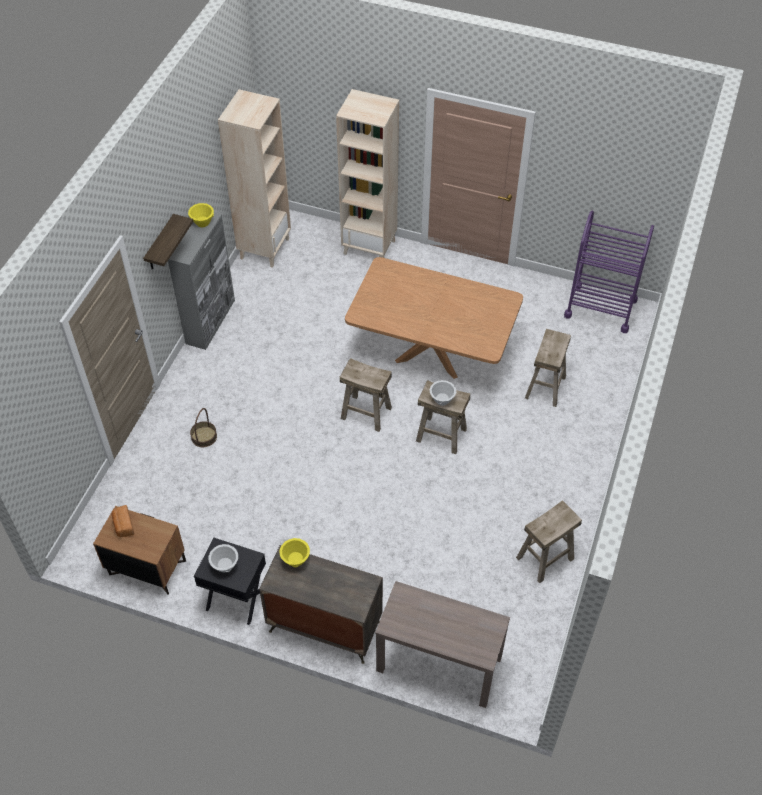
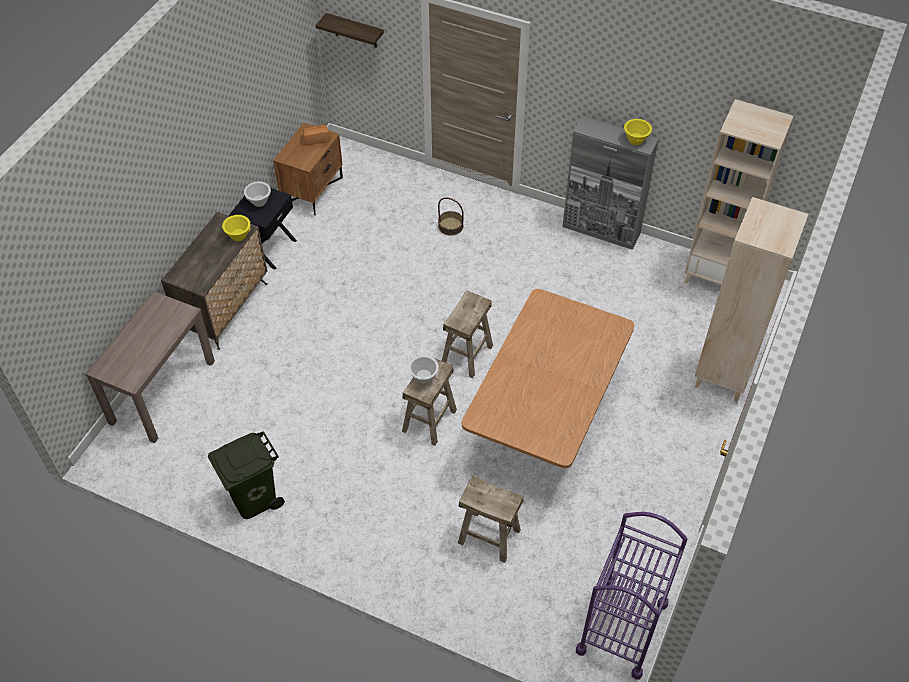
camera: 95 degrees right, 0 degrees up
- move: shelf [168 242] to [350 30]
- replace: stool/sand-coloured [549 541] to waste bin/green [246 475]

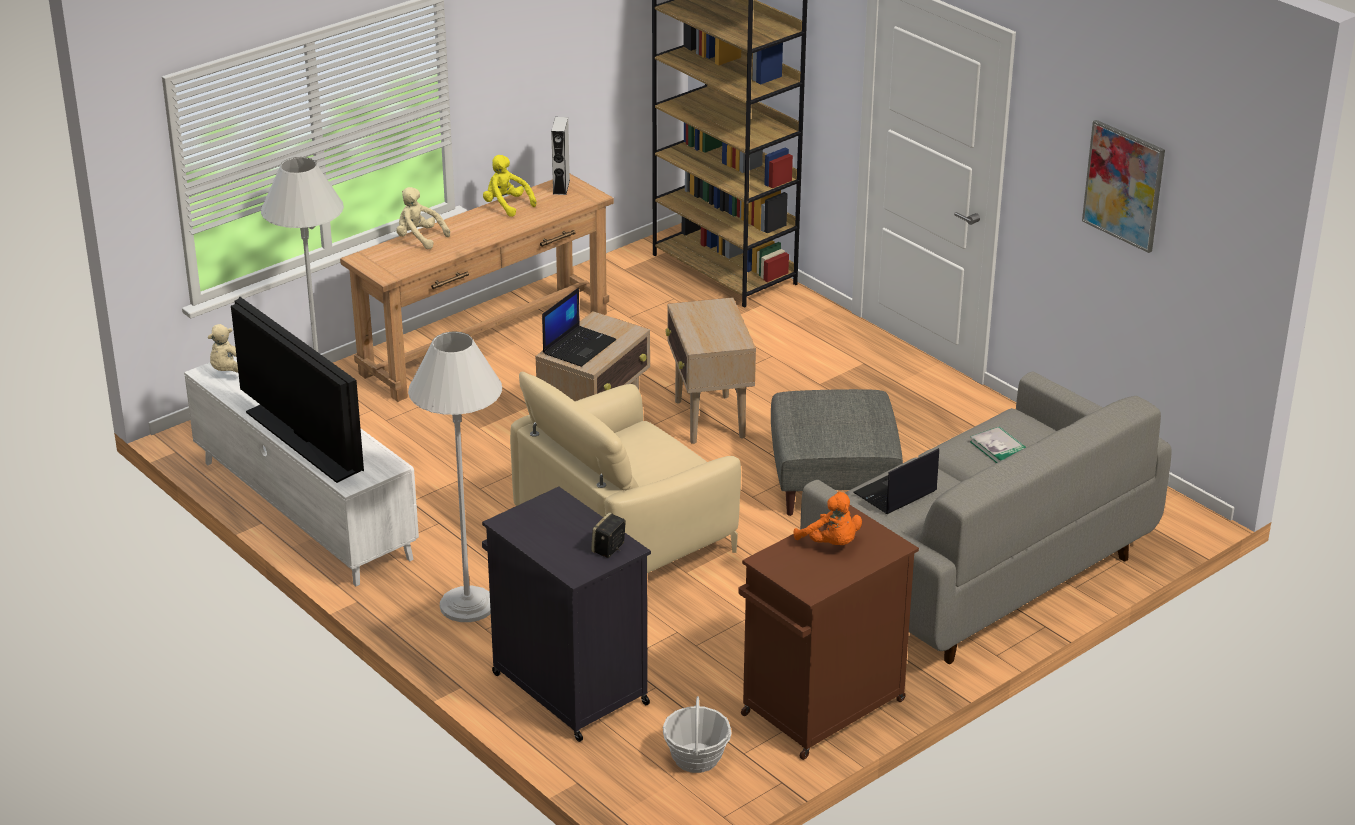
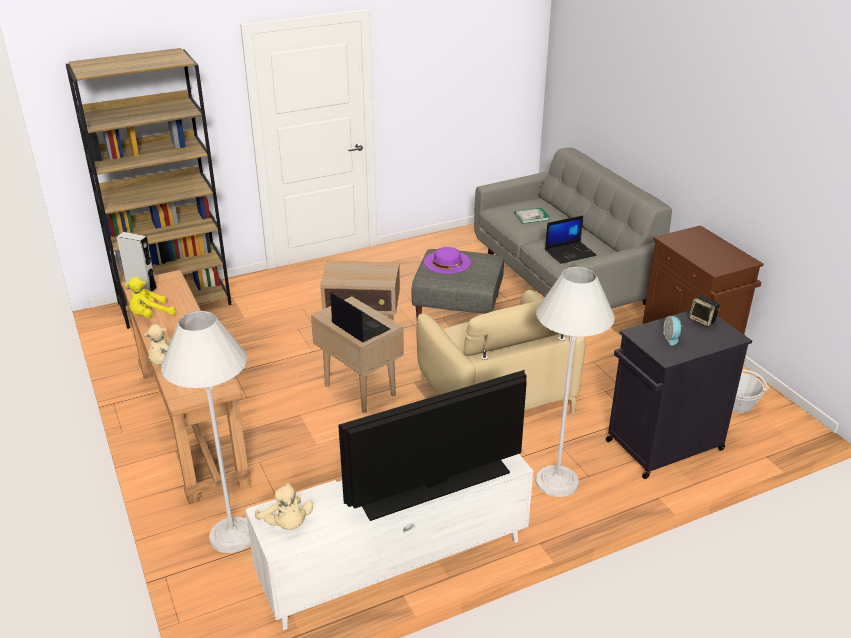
camera: 75 degrees left, 0 degrees up
- delete: soft toy/orange-coloured [827 518]
- rotate: notebook computer [896 481] = [571 240] 90 degrees counterclockwise
- delete: wall picture [1123 186]
- insert: hat/purple [447 260]
- insert: bedside clock [673 330]

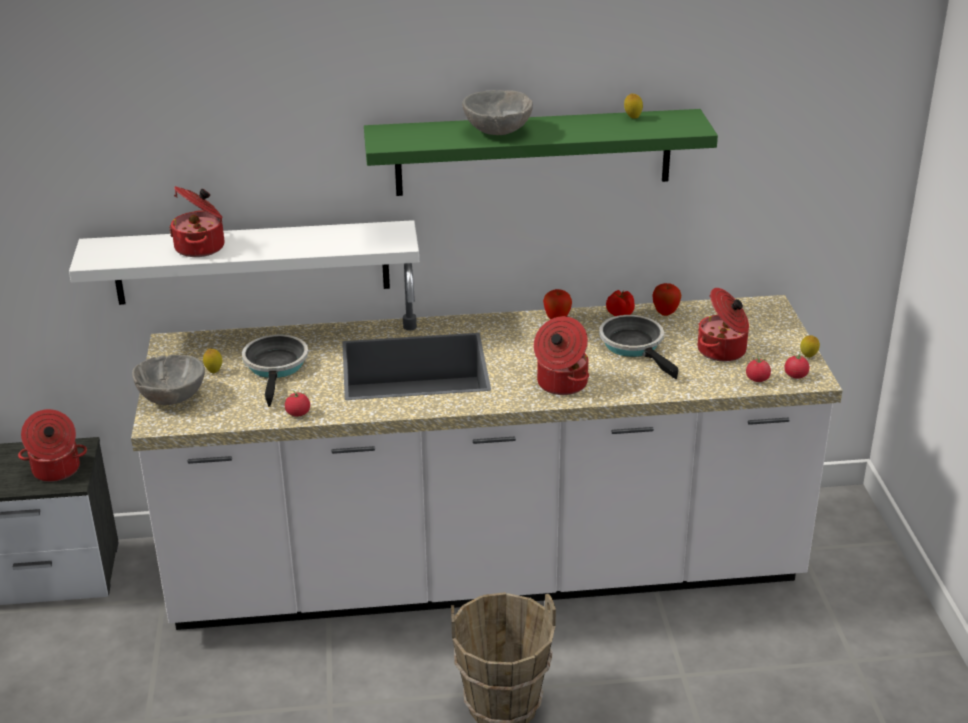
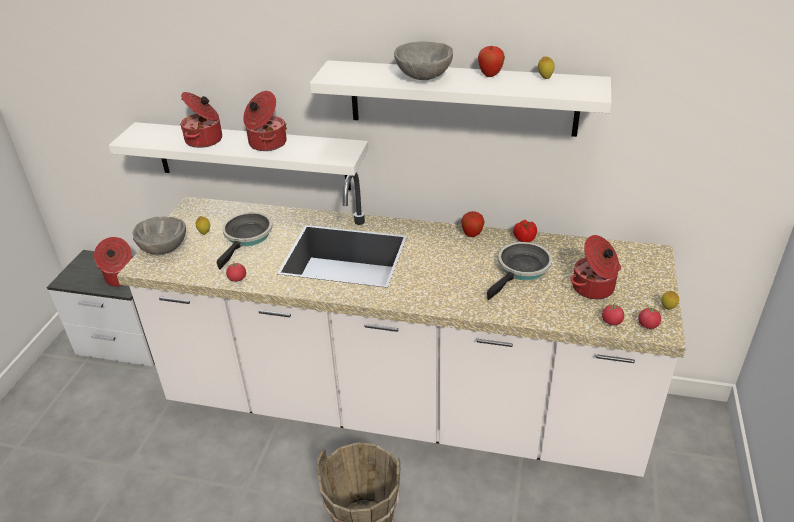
camera: 20 degrees right, 5 degrees up
- recolor: shelf/green [541 152] to shelf/whitish [461 98]
- move: cooking pot [561 355] to [265 121]
- rotate: pan [639 347] = [519 271] 45 degrees clockwise
- move: whole apple [666 299] to [491 61]

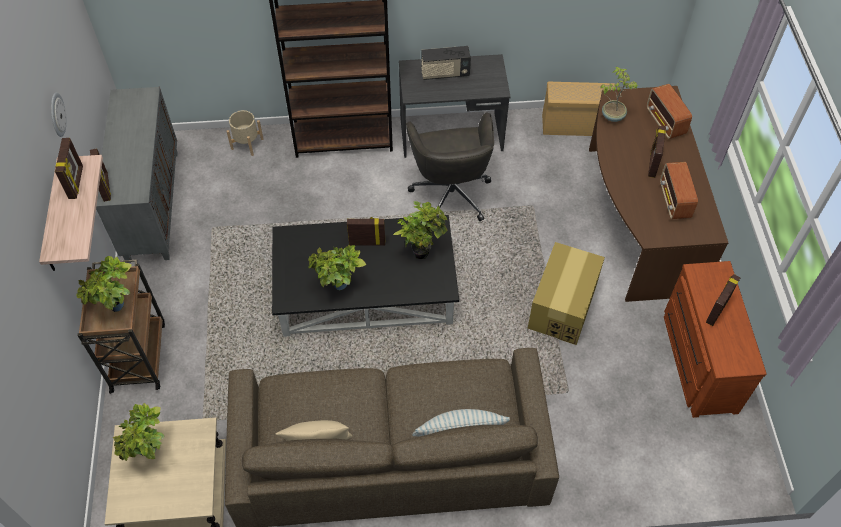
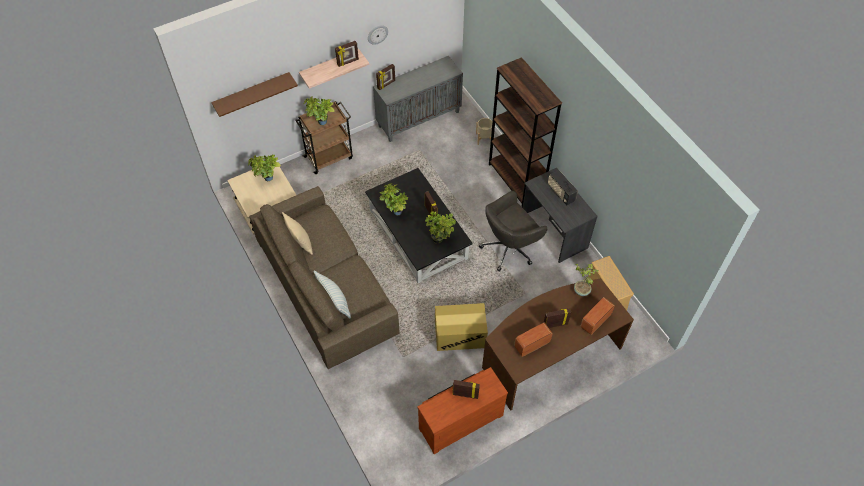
camera: 65 degrees right, 0 degrees up
- insert: shelf/brown-coloured [254 94]

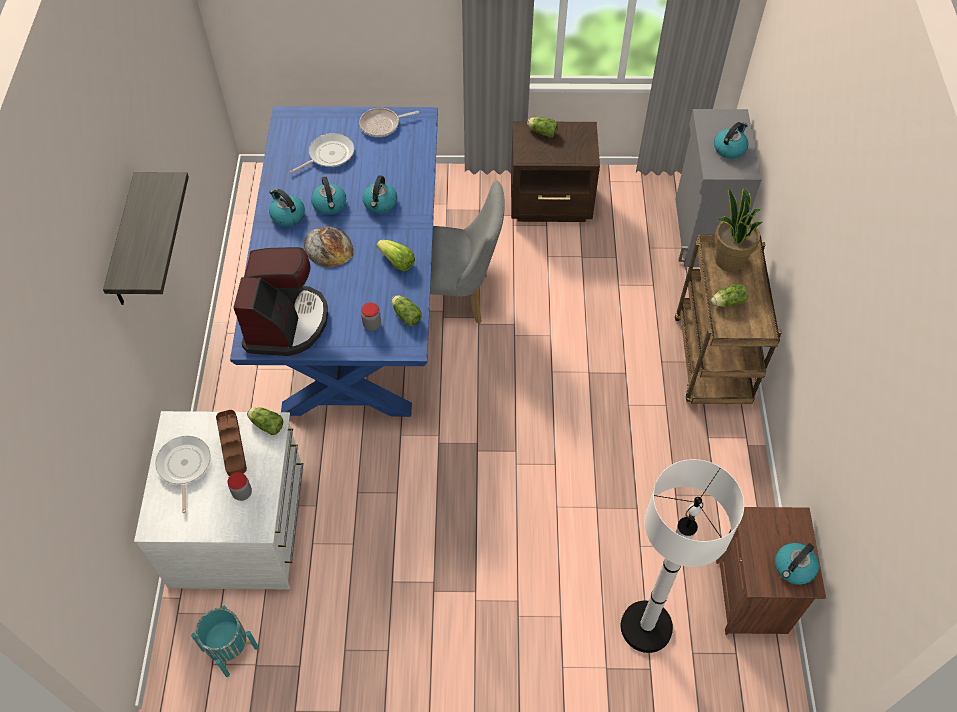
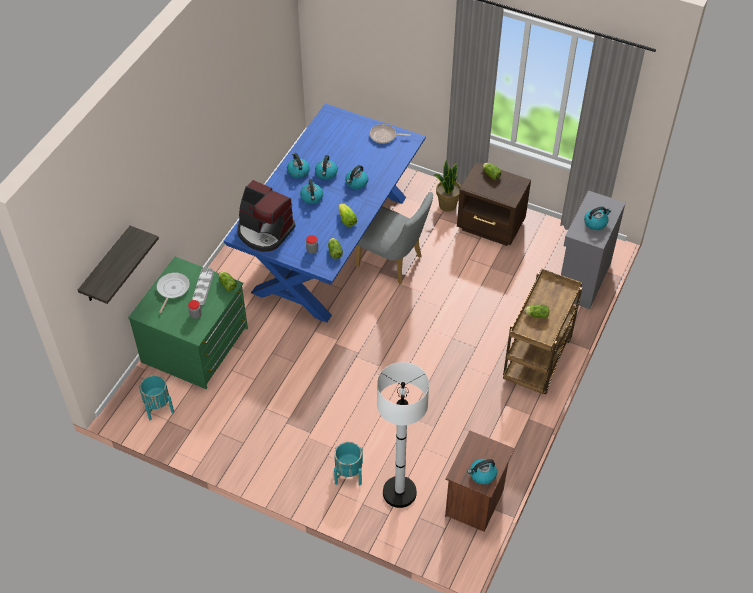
camera: 25 degrees right, 5 degrees down
- move: shelf [146 238] to [118 265]
- recolor: dresser/whitish [219 500] to dresser/green [188 323]
- recolor: tray/brown-coloured [231 443] to tray/grey [203 286]
- rotate: coffee brewer [280 301] = [266 216] 90 degrees clockwise
- delete: pan [322 153]
- replace: baked bread [328 247] to kettle [311 191]
- move: potted plant [739 230] to [447 185]
- insert: planter/blue-green [348 463]

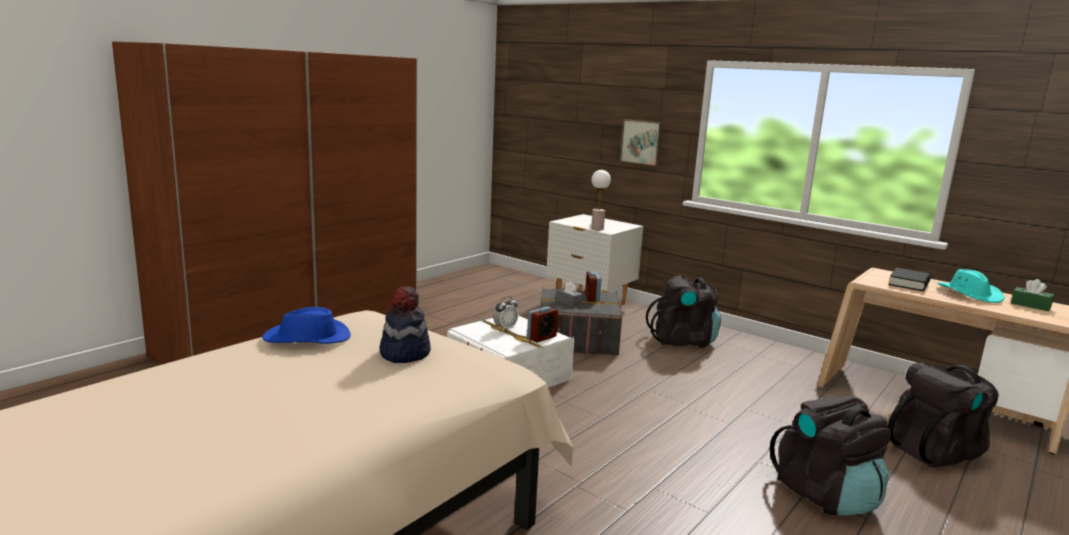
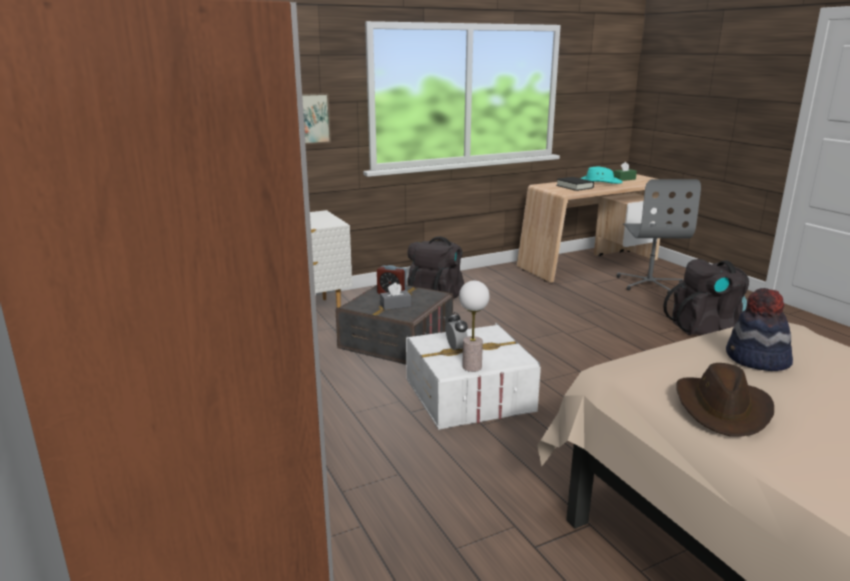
camera: 65 degrees left, 5 degrees up
- recolor: hat/blue [306 325] to hat/brown-coloured [725 400]
- delete: bedside clock [542 324]
- move: table lamp [601 200] to [474 326]
- replace: rucksack/black-coloured [943 415] to office chair/grey [658 236]

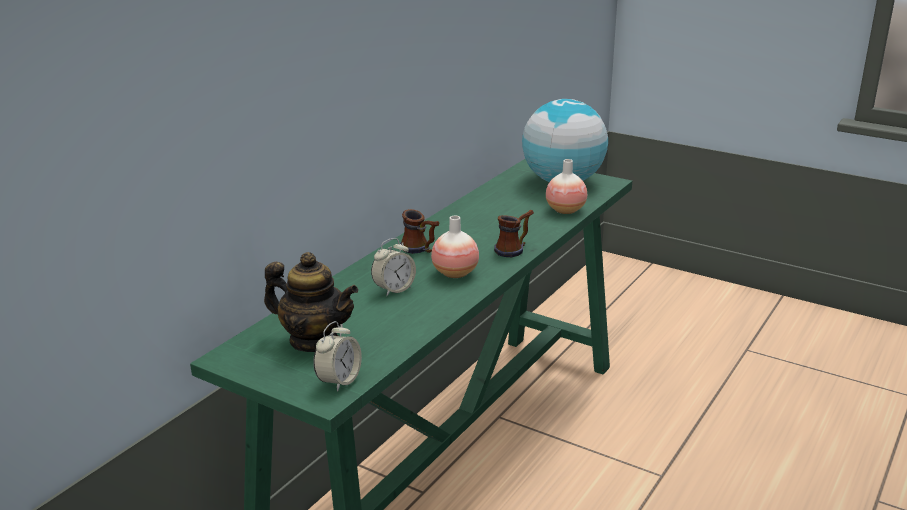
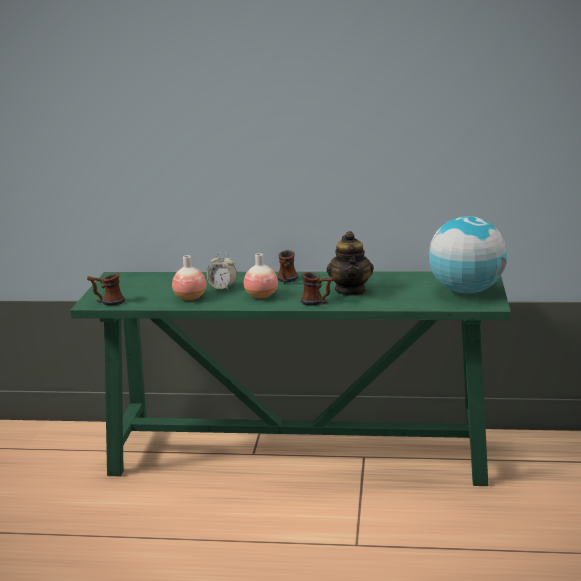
camera: 65 degrees right, 5 degrees down
- move: tea pot [311 302] to [350 263]
- replace: bedside clock [337 356] to tea mug [106 289]
- move: decorative vase [566 186] to [189 278]

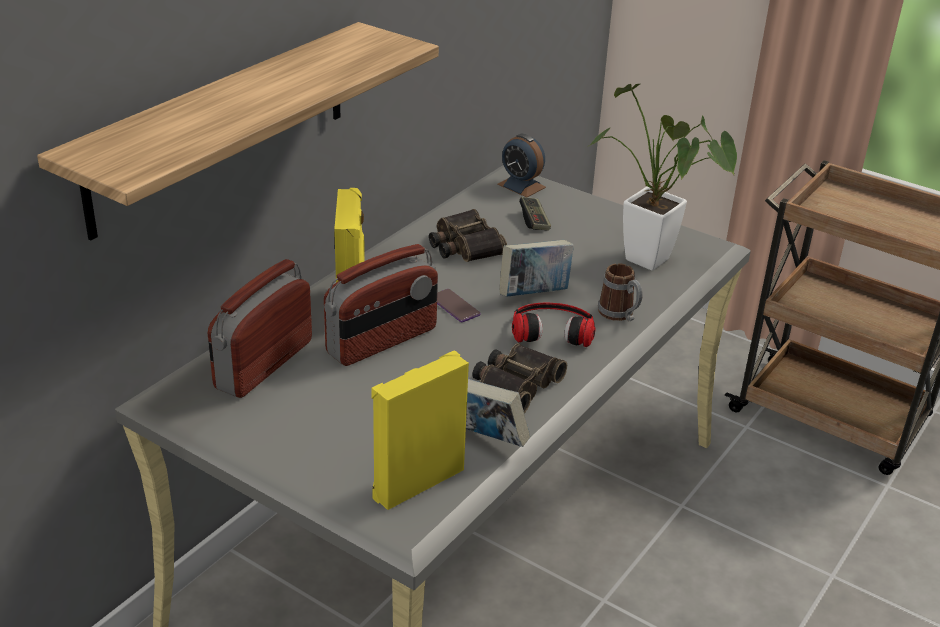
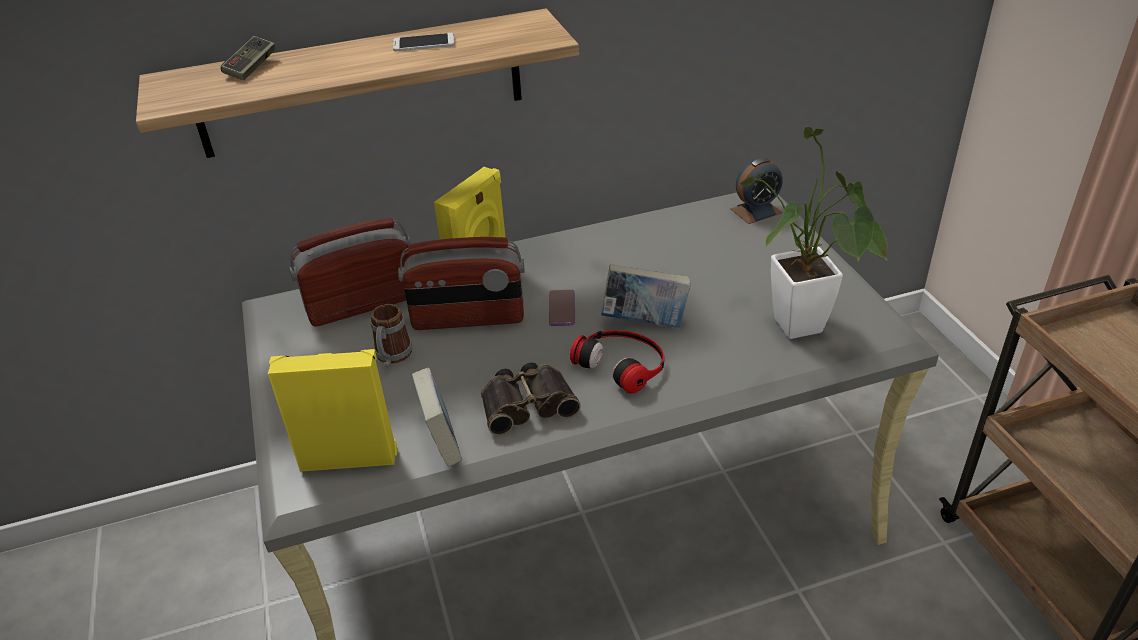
camera: 40 degrees right, 5 degrees up
- delete: pair of binoculars [468 235]
- rotate: bedside clock [521 165] = [757 191] 105 degrees counterclockwise
- move: game controller [535 214] to [248 58]
- move: tea mug [620 292] to [391 335]
- insert: telephone [424 42]

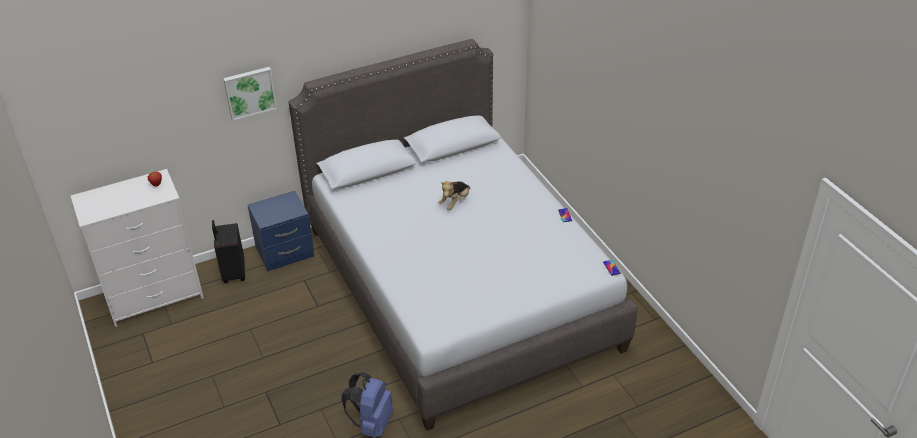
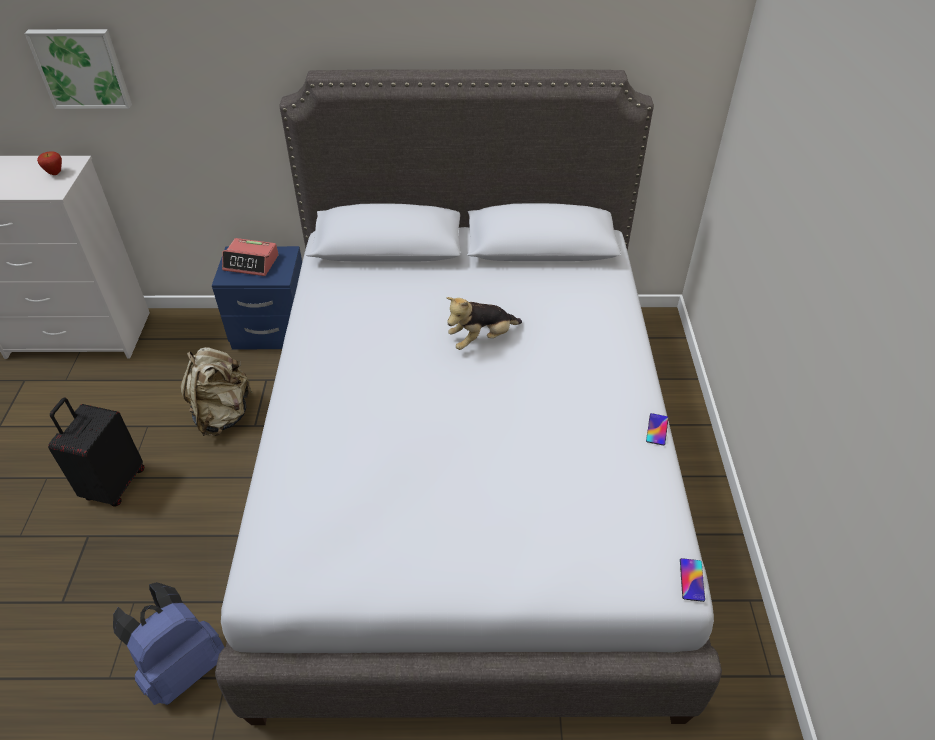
camera: 25 degrees right, 5 degrees up
- move: suitcase/black-coloured [228 251] to [96 452]
- move: wall picture [250 94] to [78 69]
- insert: rucksack/sand-coloured [216 391]
- insert: bedside clock [250 257]

